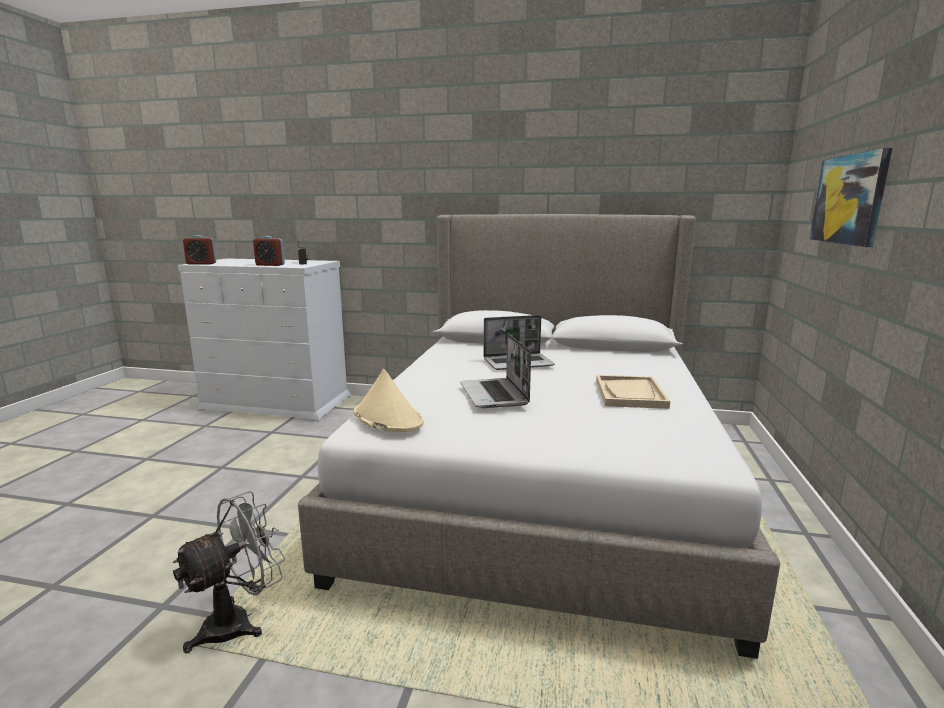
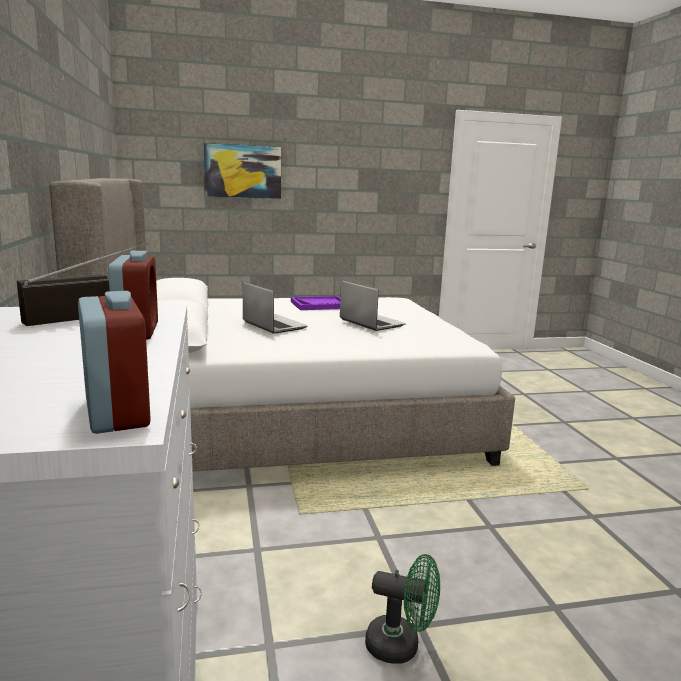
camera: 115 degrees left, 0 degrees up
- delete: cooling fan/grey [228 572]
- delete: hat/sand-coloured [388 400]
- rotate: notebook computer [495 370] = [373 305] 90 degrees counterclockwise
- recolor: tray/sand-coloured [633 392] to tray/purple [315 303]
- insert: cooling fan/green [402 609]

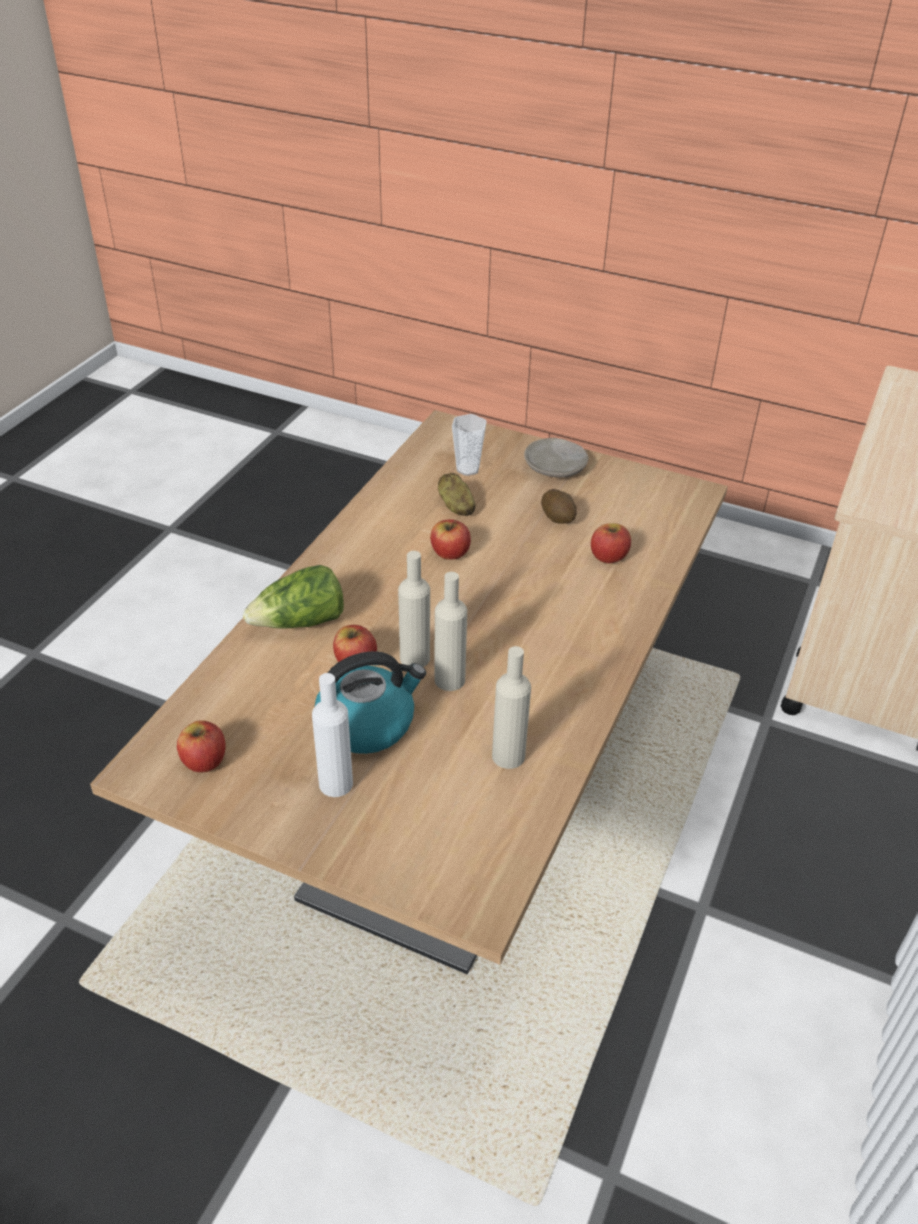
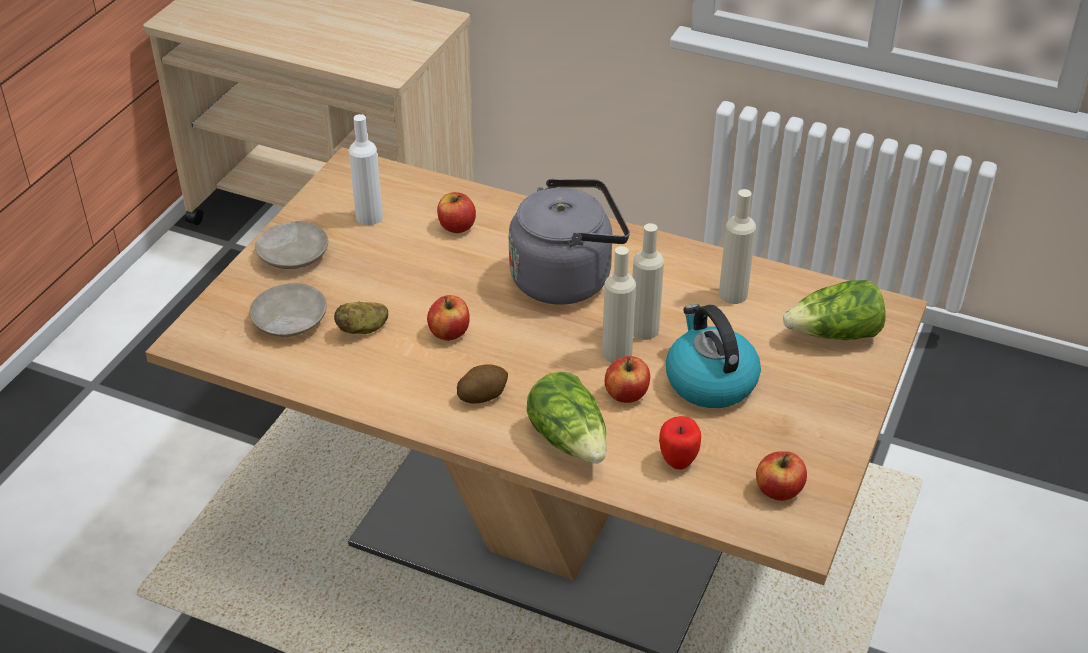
camera: 90 degrees left, 0 degrees up
- move: beverage bottle/whitish [332 735] to [366 169]
- replace: small cup [469 445] to flat dish/sand-coloured [288 310]
- move: spud [559 506] to [482 383]
- insert: kettle/grey [569 242]
- insert: whole apple [680 443]
- insert: lettuce head [834 310]

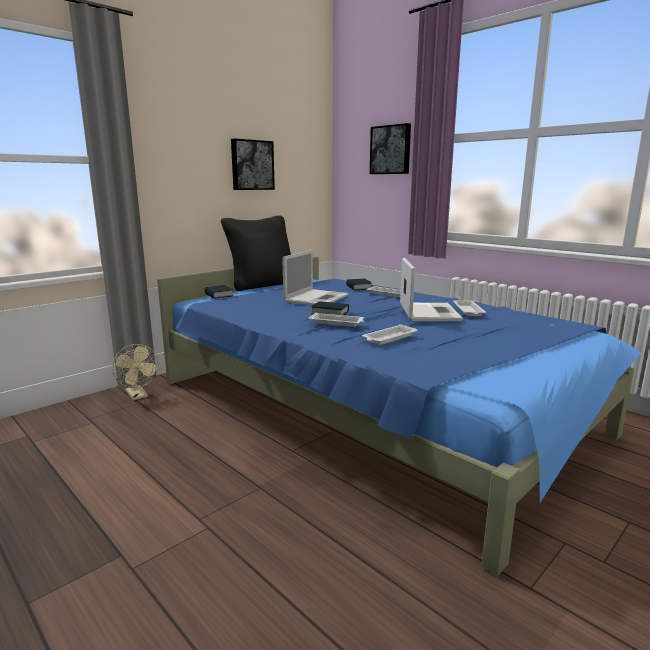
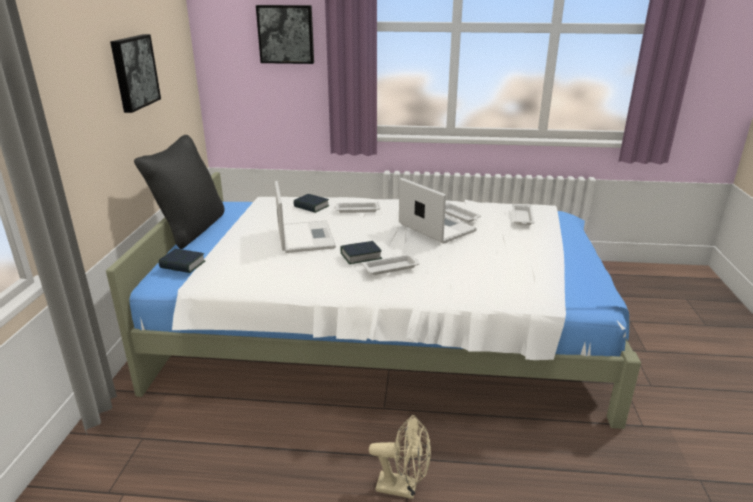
camera: 40 degrees left, 10 degrees up
- move: cooling fan/sand-coloured [135 372] to [400 457]
- recolor: sleeping bed/blue [399 416] to sleeping bed/whitish [373 300]
- move: tray/whitish [390 334] to [523 214]

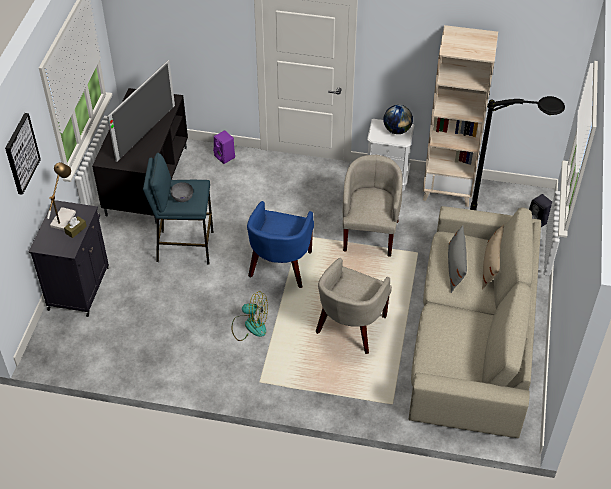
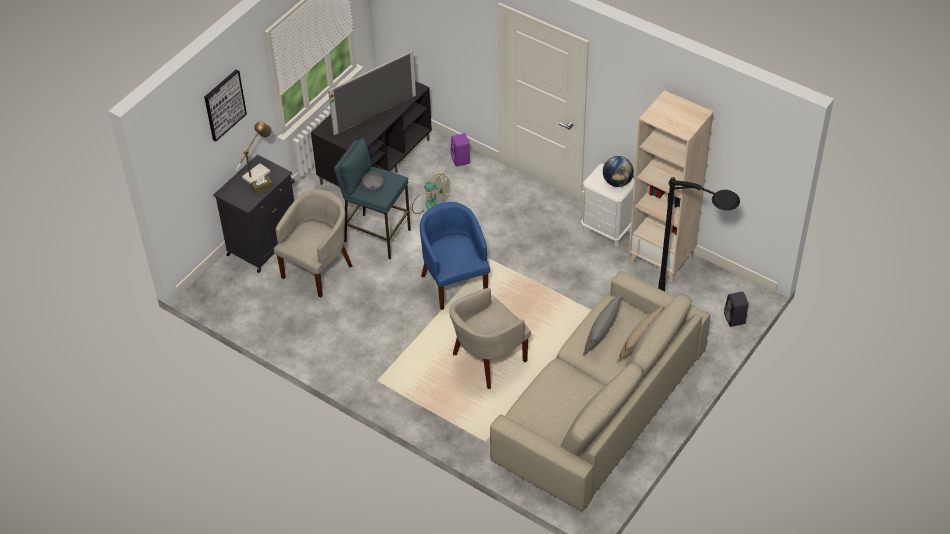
camera: 25 degrees right, 0 degrees up
- move: cooling fan [249 316] to [431 194]
- rotate: armchair/blue [280 244] = [455 256] 120 degrees clockwise
- move: armchair/sand-coloured [373 206] to [313 243]

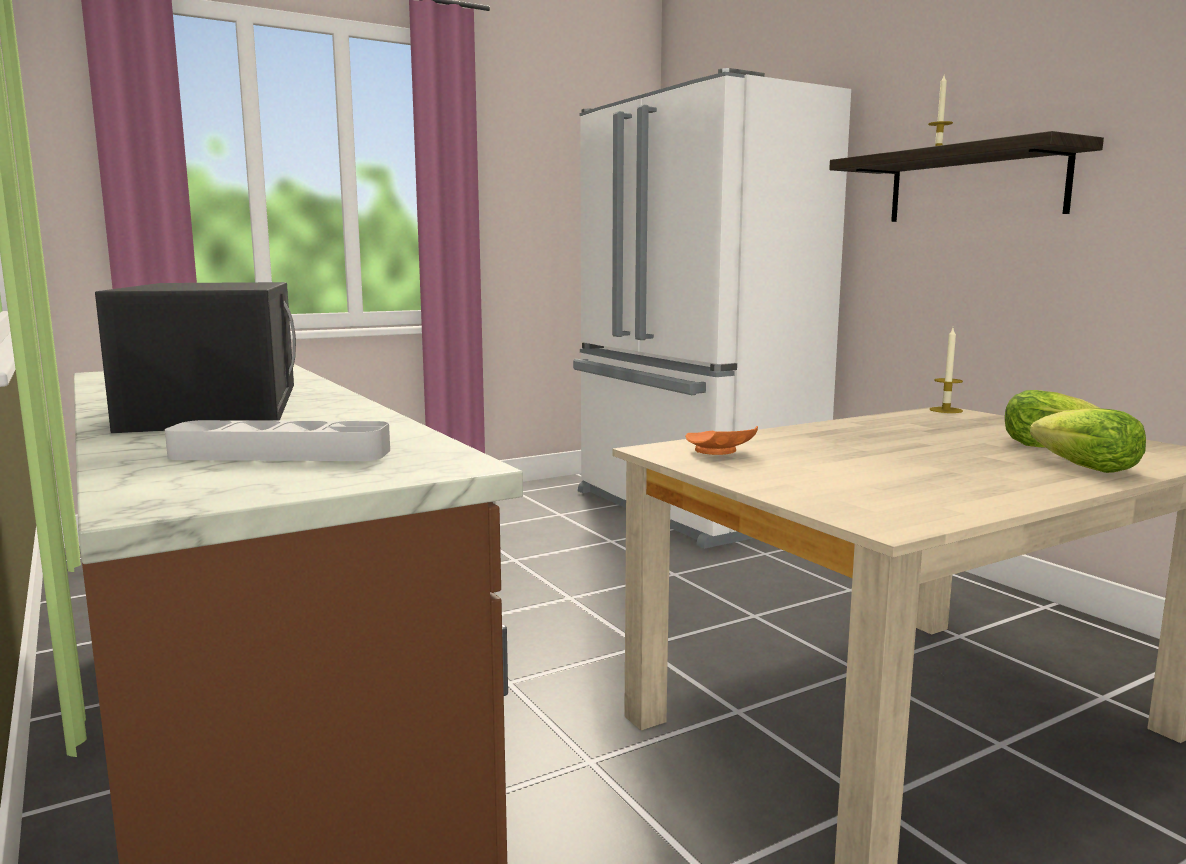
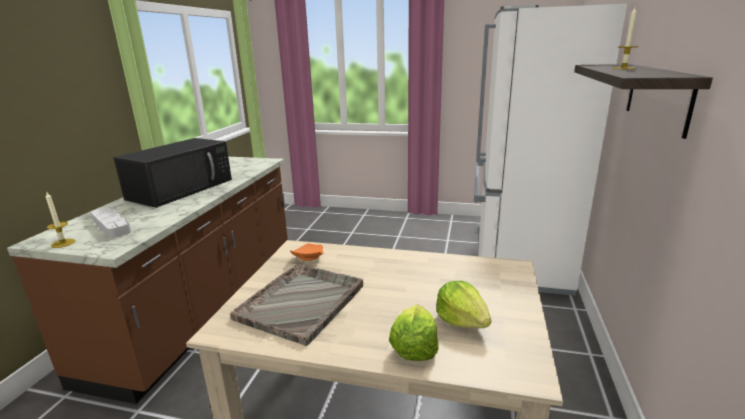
camera: 45 degrees right, 10 degrees up
- move: wax light [946 370] to [60 220]
- insert: tray/grey [296 305]

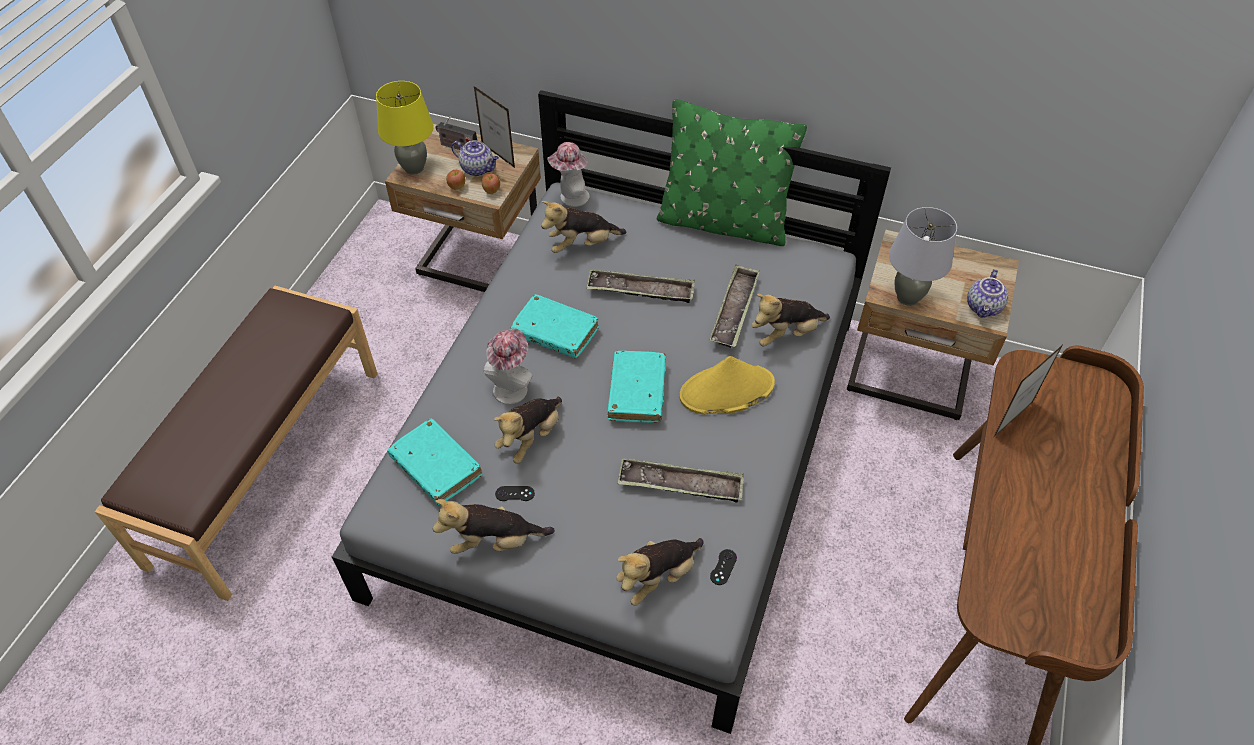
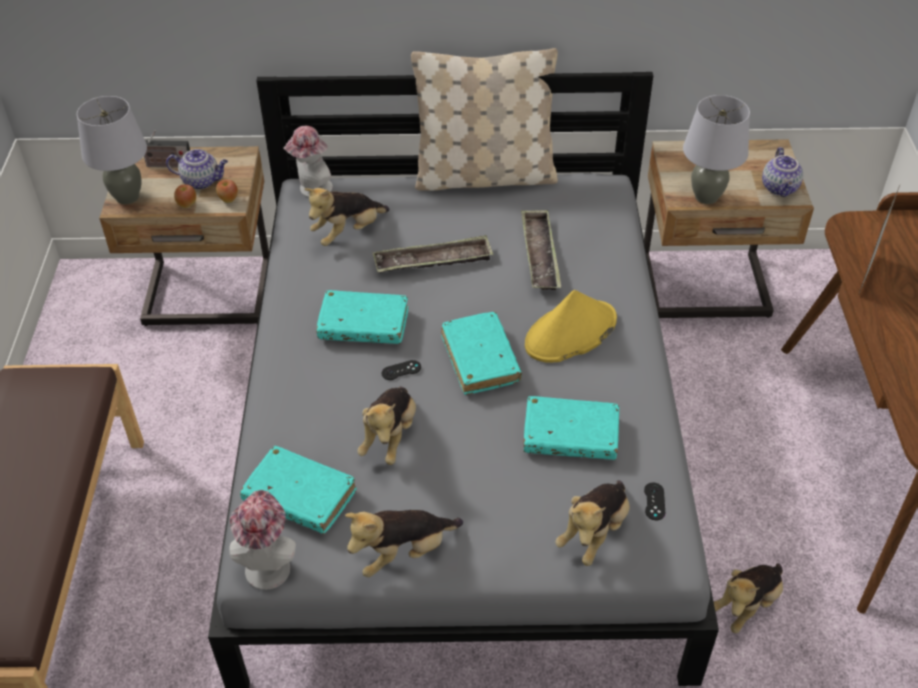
camera: 20 degrees left, 5 degrees down
- recolor: table lamp/yellow [405 128] to table lamp/grey [112 150]
- delete: standing frame [494 127]
- move: hat [508 366] to [262 540]
- move: game controller/black-coloured [515 493] to [401 370]
- replace: tray [681 480] to volume/blue-green [571 428]
- recolor: cushion/green [731 172] to cushion/sand-coloured [484 119]
- move: soft toy [791 320] to [748 598]

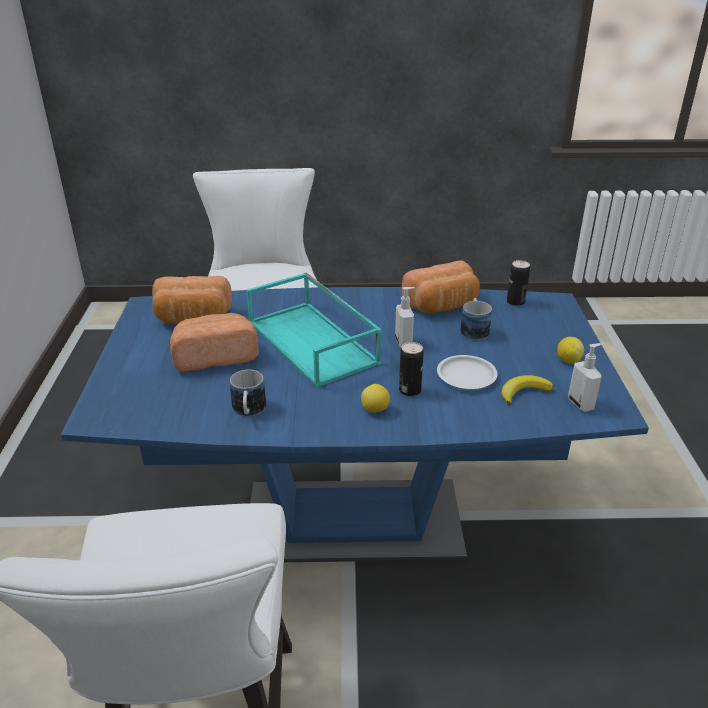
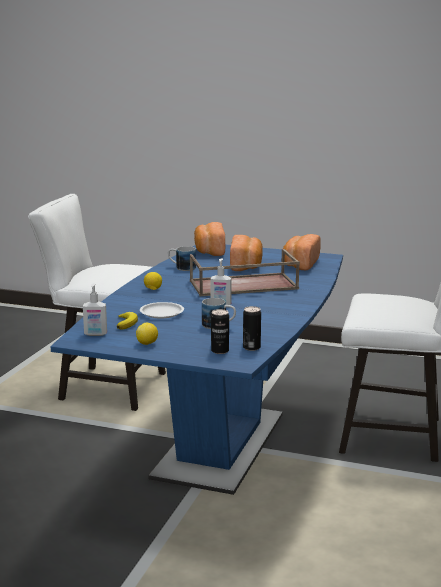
camera: 110 degrees right, 15 degrees down
- recolor: tray/blue-green [313 330] to tray/brown-coloured [245 272]
- move: can [411 369] to [220 331]
- move: baked bread [441 286] to [209 239]

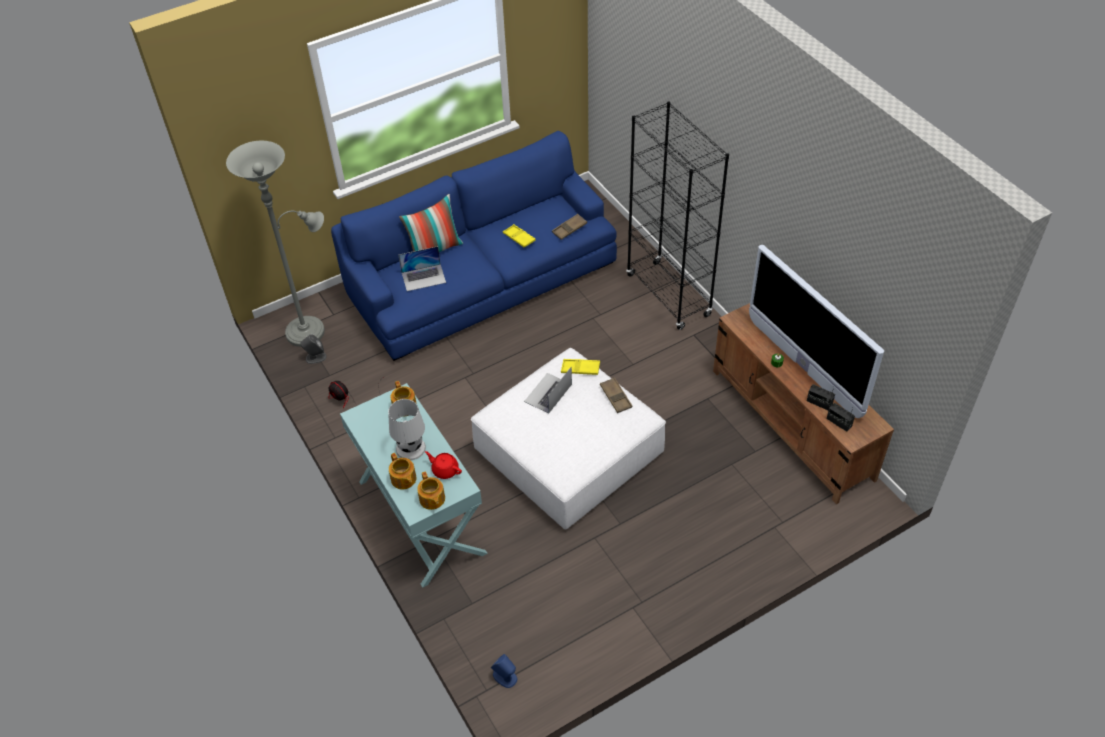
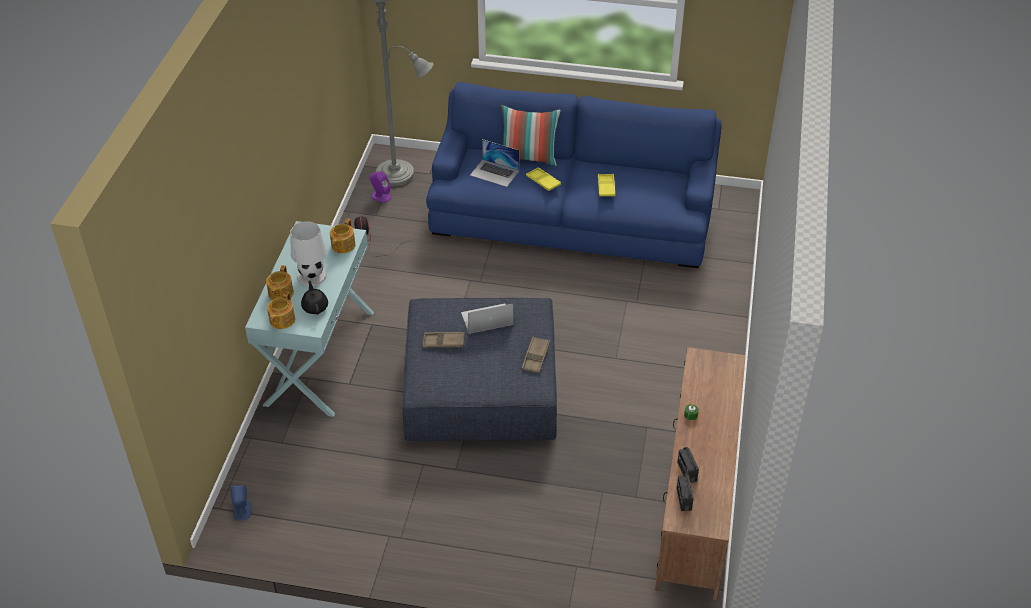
camera: 40 degrees right, 5 degrees down
- recolor: speaker/grey [313 349] to speaker/purple [380 186]
- recolor: tea pot/red [443 465] to tea pot/black-coloured [314 297]
- recolor: footrest/whitish [568 438] to footrest/blue [479 369]
- move: tray/brown-coloured [569 227] to [443 340]
- move: tray/yellow [580 367] to [543 179]
- delete: bookcase/black-coloured [677 215]
- delete: TV set [816 331]

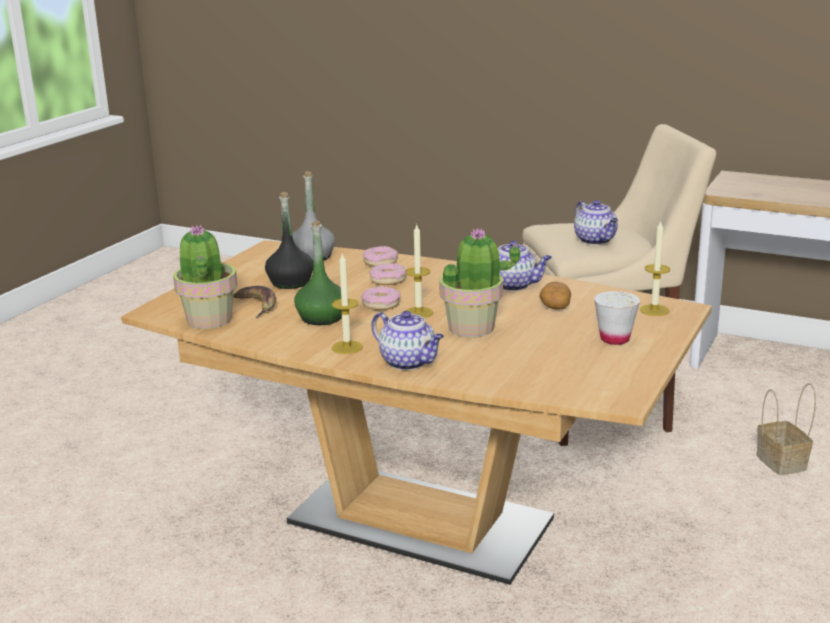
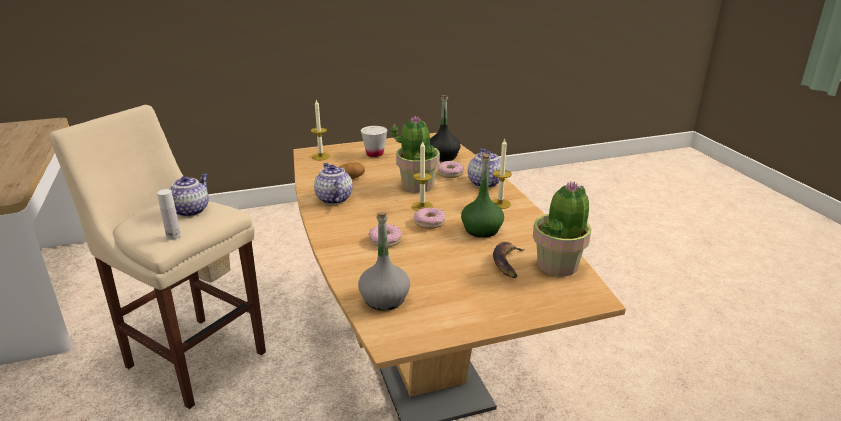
camera: 135 degrees left, 5 degrees up
- move: beverage bottle/black-coloured [289 240] to [445 128]
- move: doughnut [380 256] to [450 169]
- insert: beverage bottle/whitish [169 214]

